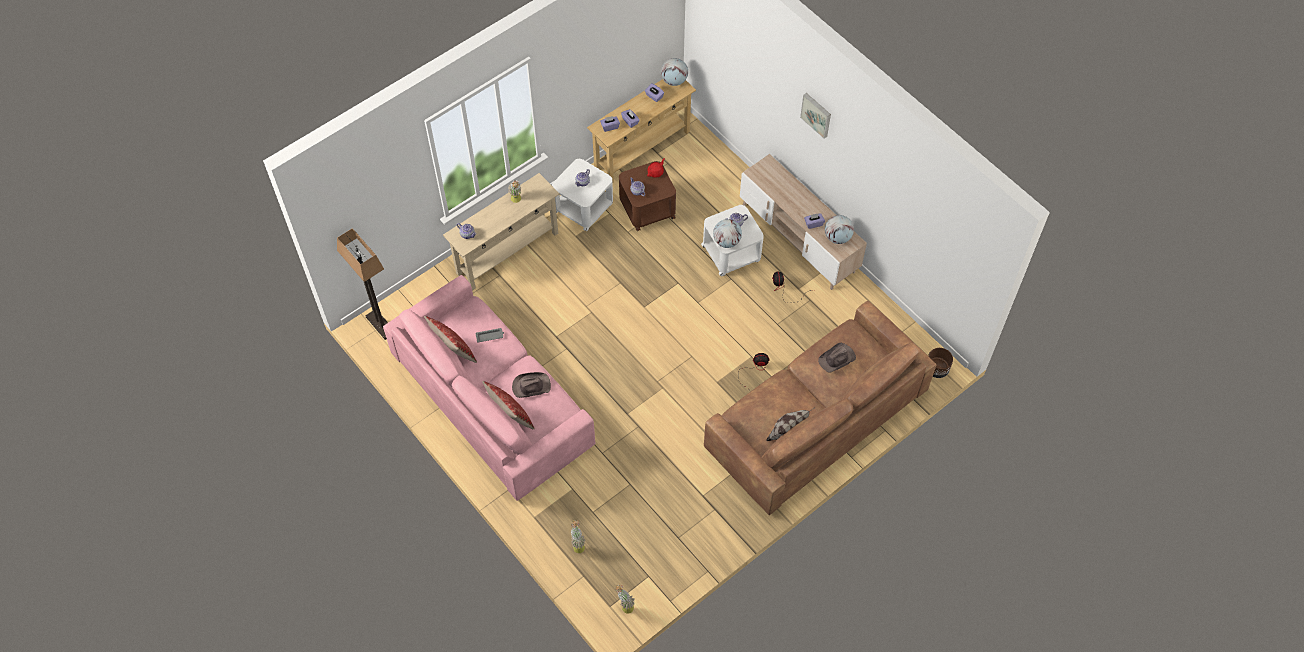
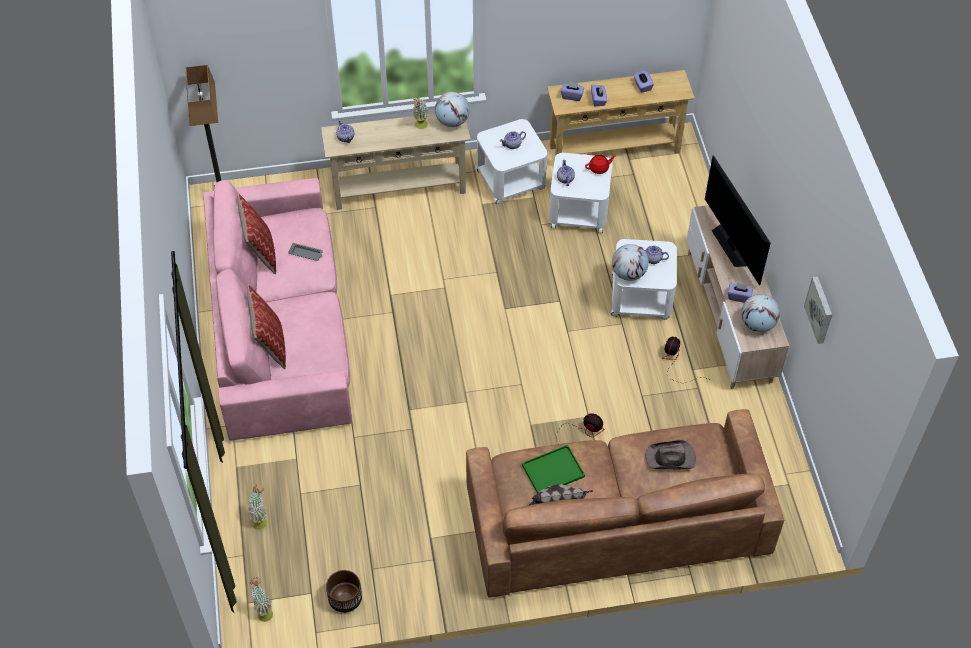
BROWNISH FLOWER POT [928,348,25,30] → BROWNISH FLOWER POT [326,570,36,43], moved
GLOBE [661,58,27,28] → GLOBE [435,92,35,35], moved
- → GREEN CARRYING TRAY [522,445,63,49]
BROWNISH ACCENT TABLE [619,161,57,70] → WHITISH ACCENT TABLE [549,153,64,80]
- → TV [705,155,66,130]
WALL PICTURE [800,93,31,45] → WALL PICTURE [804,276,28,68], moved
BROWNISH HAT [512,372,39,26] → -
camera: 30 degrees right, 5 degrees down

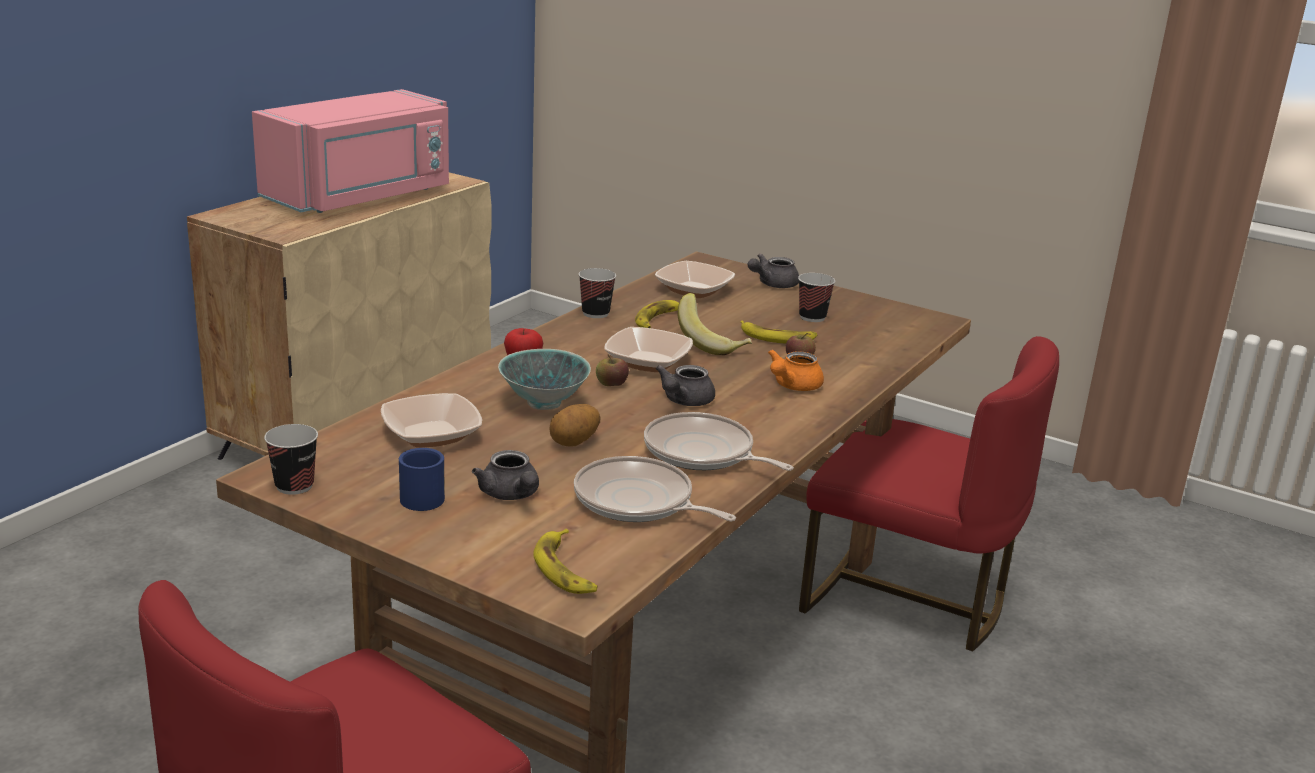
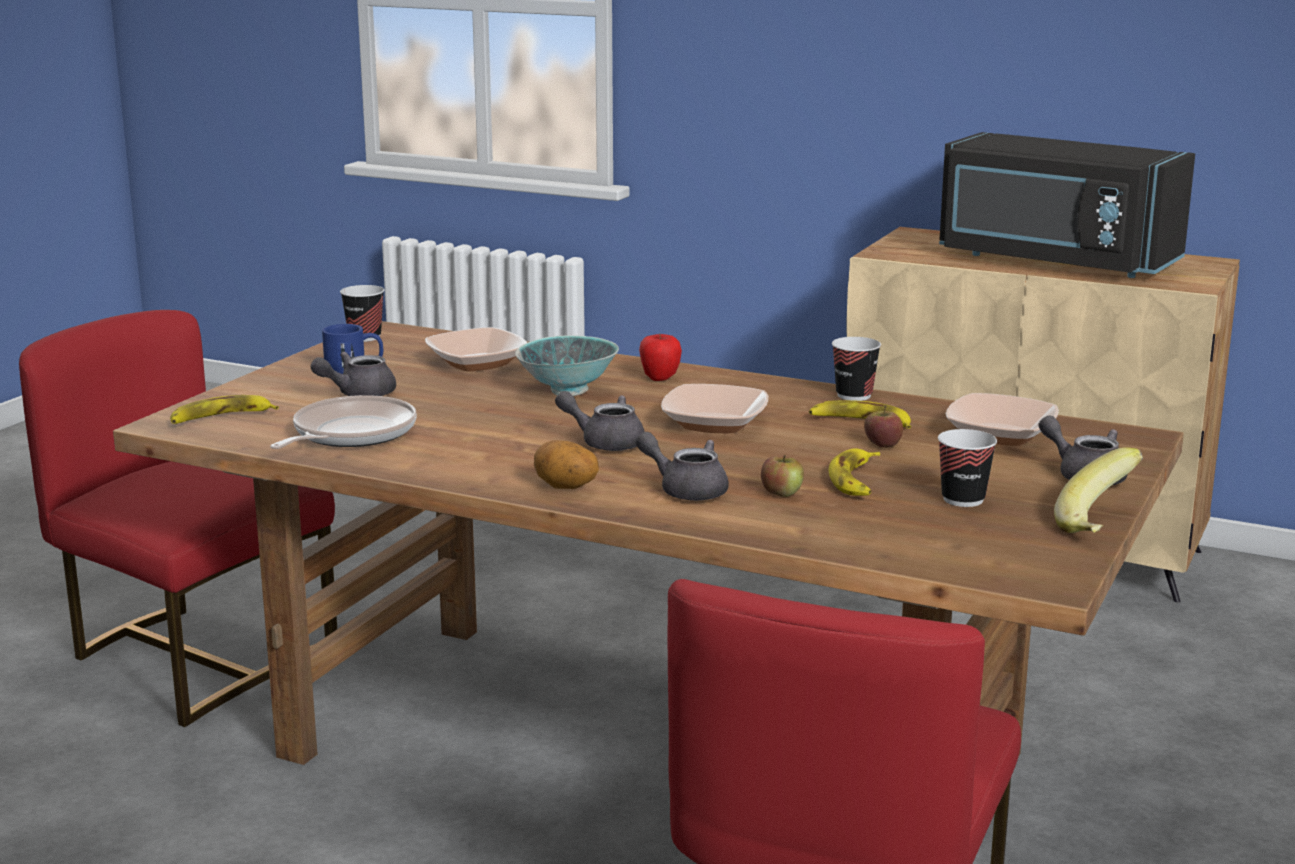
WHOLE POTATO [550,404,50,43] → WHOLE POTATO [534,440,65,49], moved
ORANGEY POT FOR TEA [768,349,56,42] → GREYISH POT FOR TEA [636,432,93,69]
APPLE FRUIT [596,354,33,32] → APPLE FRUIT [864,405,39,43], moved
PINKISH KITCHEN MICROWAVE [252,89,197,124] → BLACK-COLOURED KITCHEN MICROWAVE [939,132,256,146]
WHOLE BANANA [678,293,74,62] → WHOLE BANANA [1054,447,89,86], moved
FRYING PAN [644,412,150,59] → -
camera: 85 degrees right, 5 degrees down

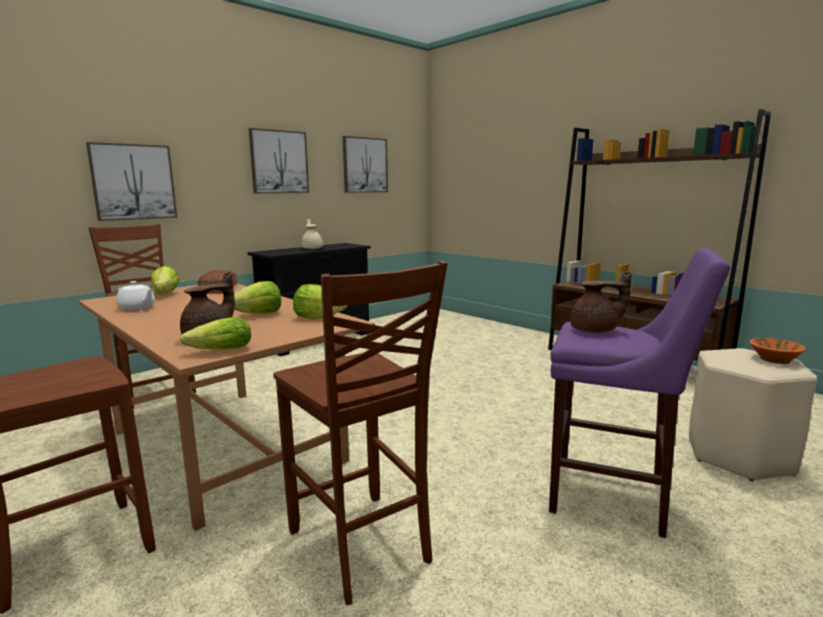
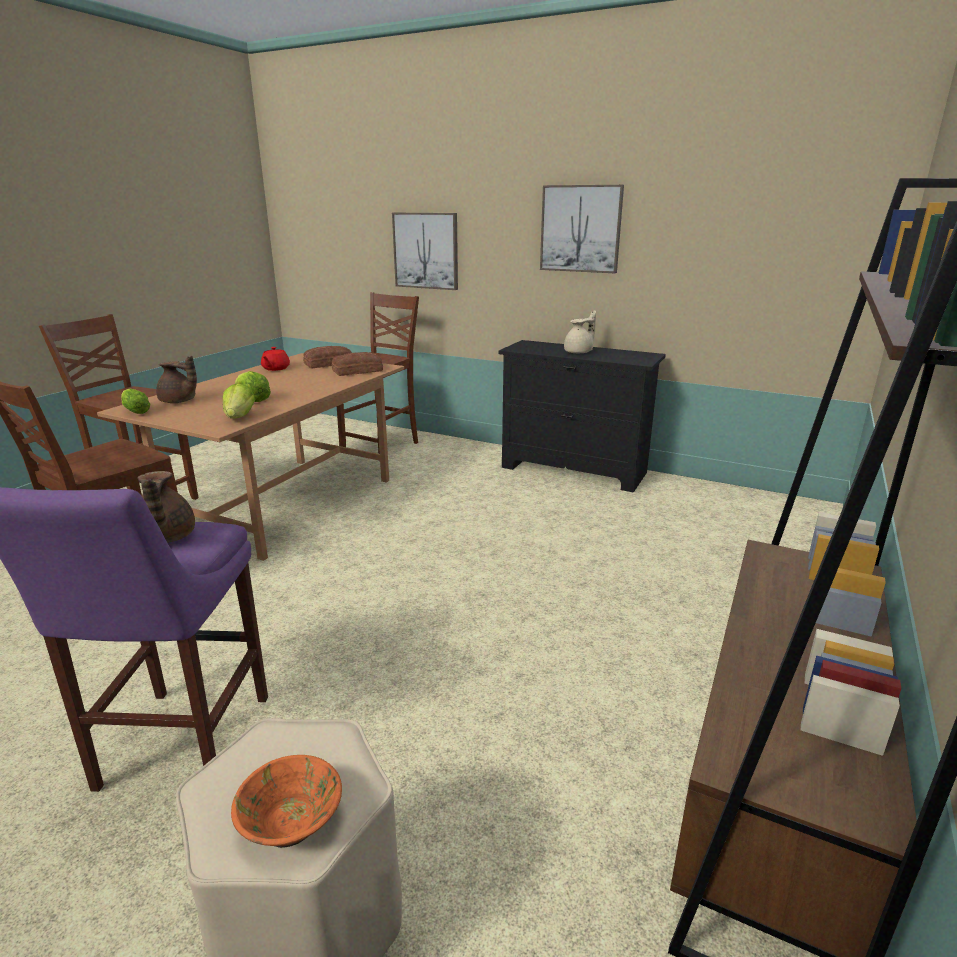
WHITISH POT FOR TEA [116,281,39,29] → REDDISH POT FOR TEA [261,347,29,24]
LETTUCE HEAD [151,266,29,28] → BREAD [303,346,49,23]
WALL PICTURE [343,136,45,57] → -
camera: 70 degrees right, 10 degrees up

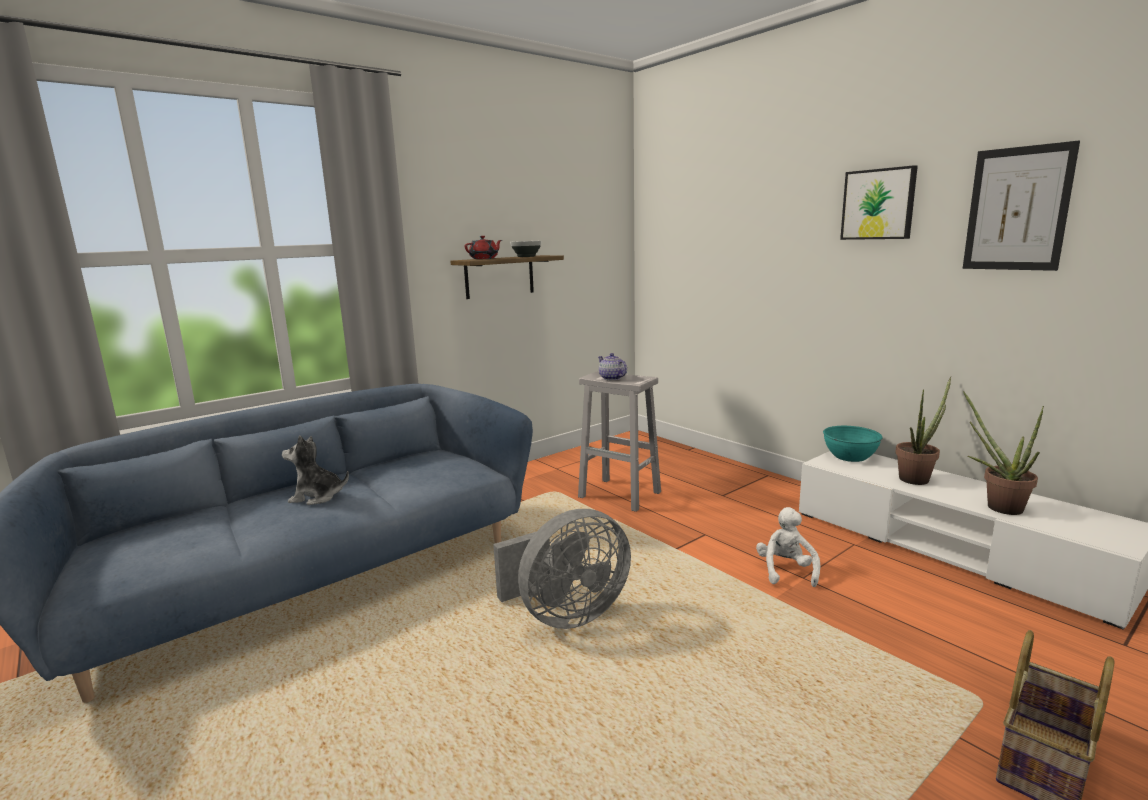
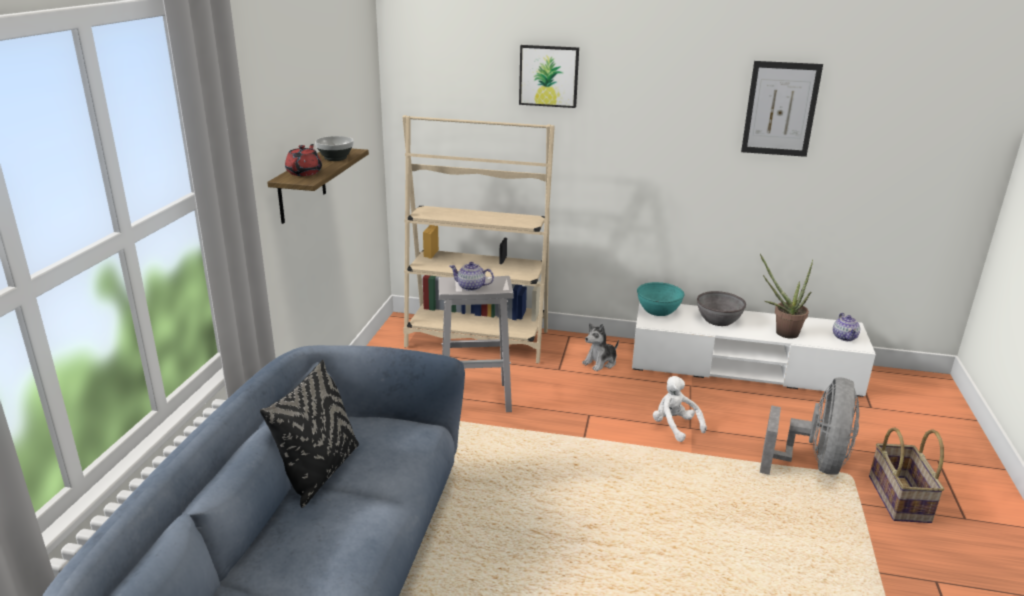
- → BLACK-COLOURED THROW PILLOW [260,360,99,148]
- → SAND-COLOURED BOOKSHELF [403,115,152,248]
WALL PICTURE [840,165,78,75] → WALL PICTURE [519,45,60,63], moved
CUDDLY TOY [282,435,67,70] → CUDDLY TOY [582,323,37,48], moved
POTTED PLANT [895,376,56,109] → GREYISH SERVING BOWL [697,291,49,35]
GREYISH COOLING FAN [493,509,138,120] → GREYISH COOLING FAN [760,377,99,98], moved
- → POT FOR TEA [833,313,27,28]
camera: 40 degrees left, 10 degrees up

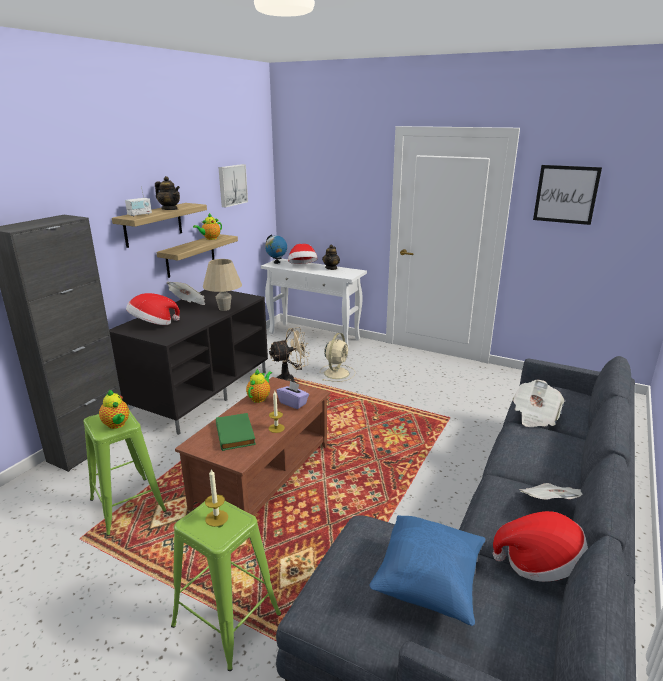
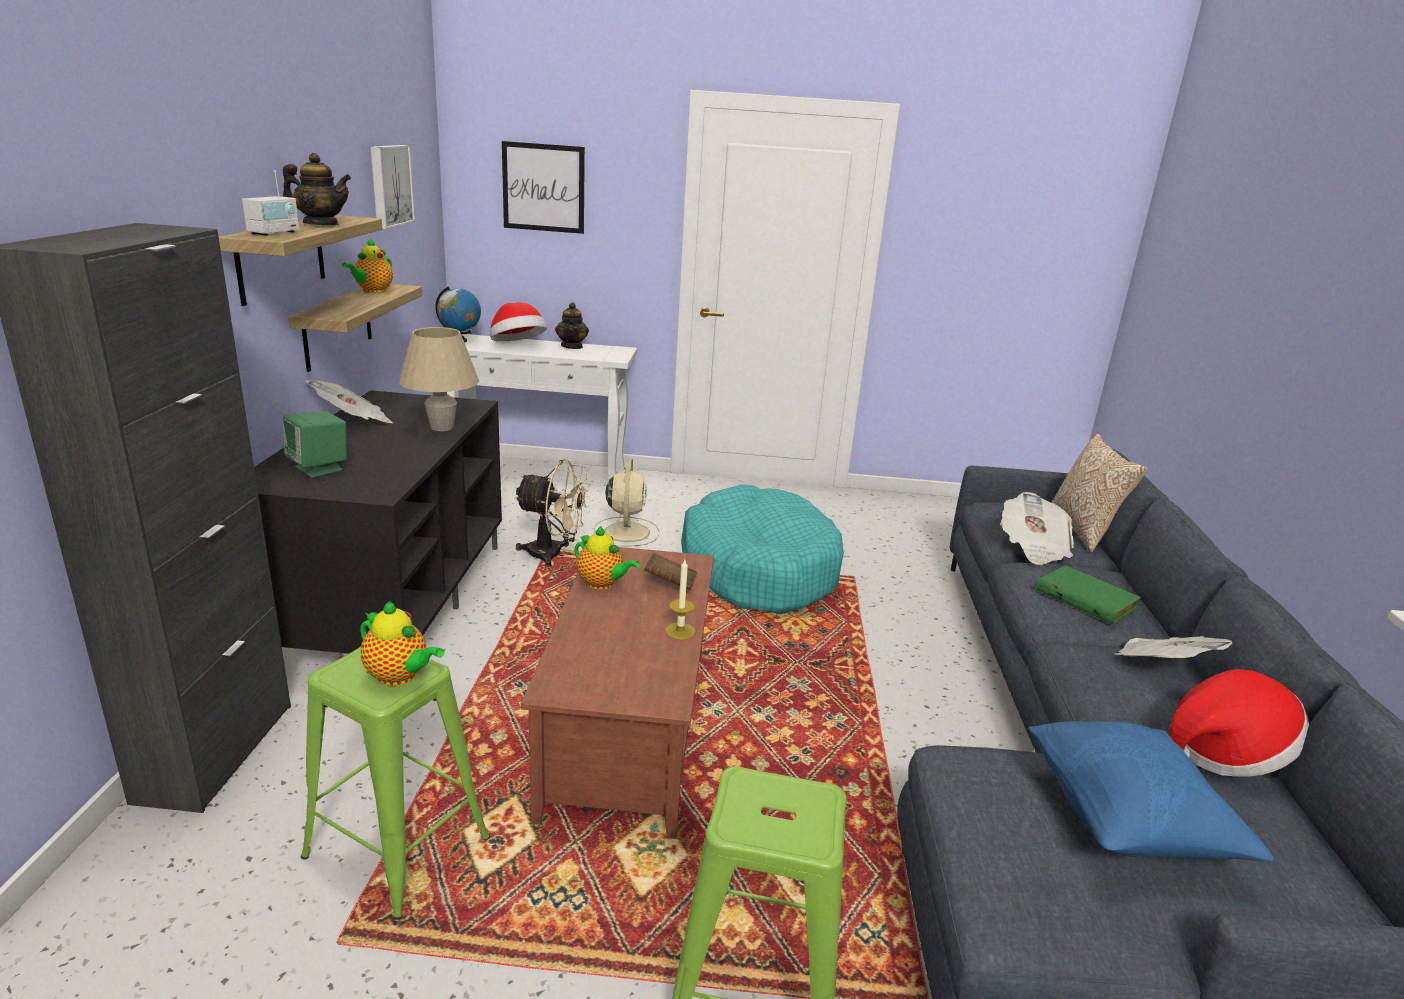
HAT [126,293,54,32] → GREEN AUDIO SPEAKER [283,411,64,67]
WALL PICTURE [533,165,69,60] → WALL PICTURE [502,141,83,93], moved
SAND-COLOURED COOLING FAN [269,327,41,56] → SAND-COLOURED COOLING FAN [514,459,77,108], 60 degrees clockwise
POT FOR TEA [246,369,26,34] → POT FOR TEA [574,526,66,64], 120 degrees clockwise
PURPLE-COLOURED BOX OF TISSUES [277,381,32,28] → BROWNISH BOOK [644,553,54,37]
- → BLUE-GREEN DOG CUSHION [681,485,163,129]
GREEN BOOK [216,413,40,38] → GREEN BOOK [1037,565,104,59], moved
- → THROW PILLOW [1051,434,96,118]
WAX CANDLE [205,469,23,58] → -
camera: 25 degrees left, 0 degrees up

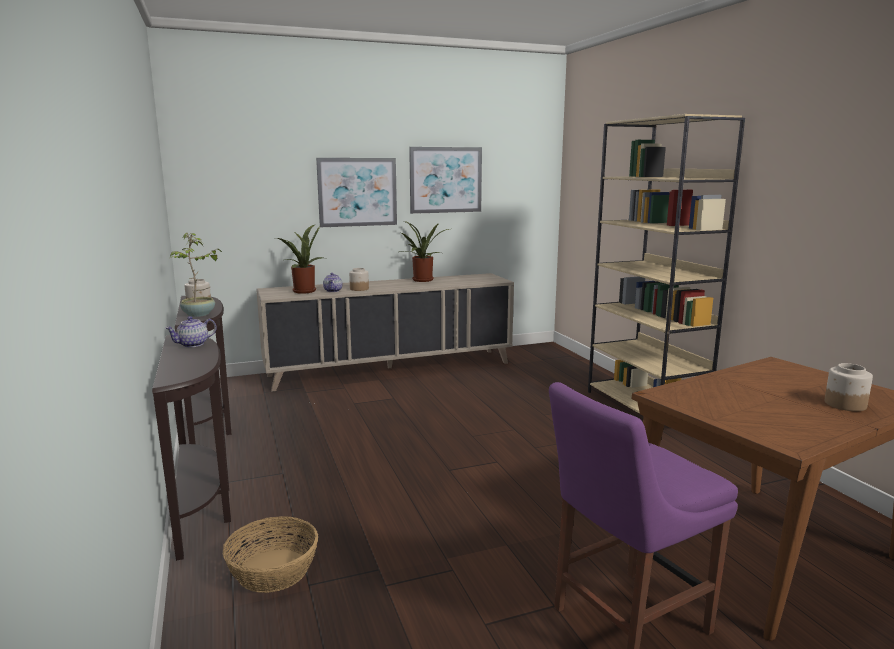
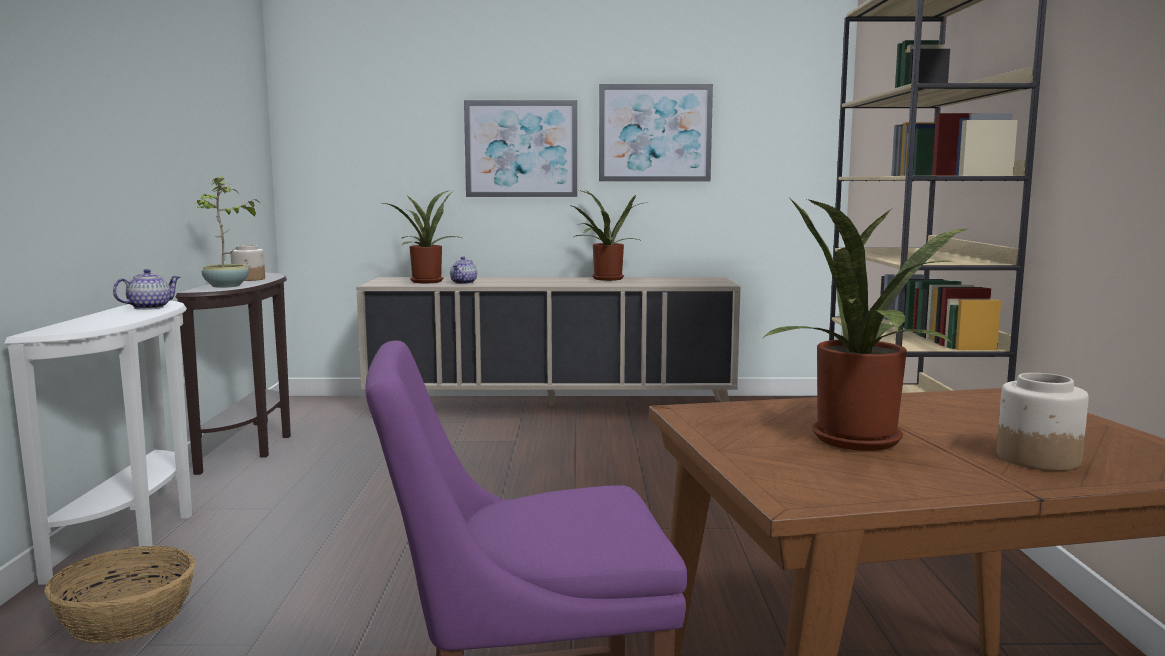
BROWNISH HALL TABLE [152,335,79,226] → WHITISH HALL TABLE [4,301,188,284]
POT FOR TEA [165,316,52,31] → POT FOR TEA [113,269,67,41], 150 degrees clockwise
- → POTTED PLANT [761,198,210,253]
PRESERVE JAR [349,268,20,23] → -
camera: 20 degrees right, 5 degrees down

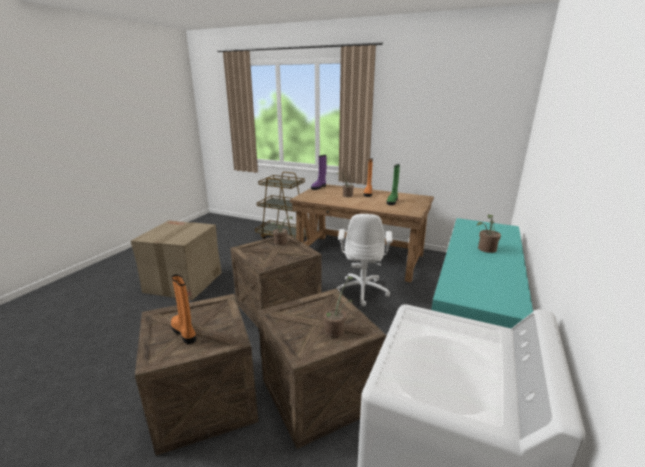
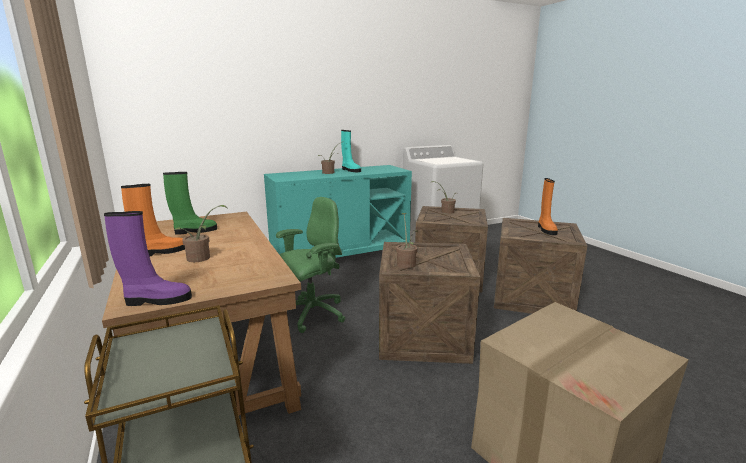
WHITISH OFFICE CHAIR [336,214,56,92] → GREEN OFFICE CHAIR [276,197,69,136]
- → BLUE-GREEN HIGH-TOP BOOT [341,130,20,42]
camera: 140 degrees left, 5 degrees down

